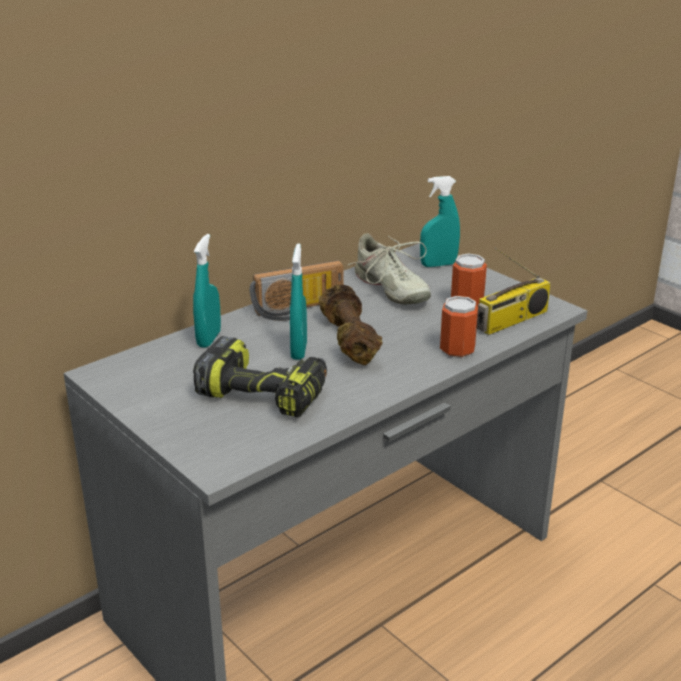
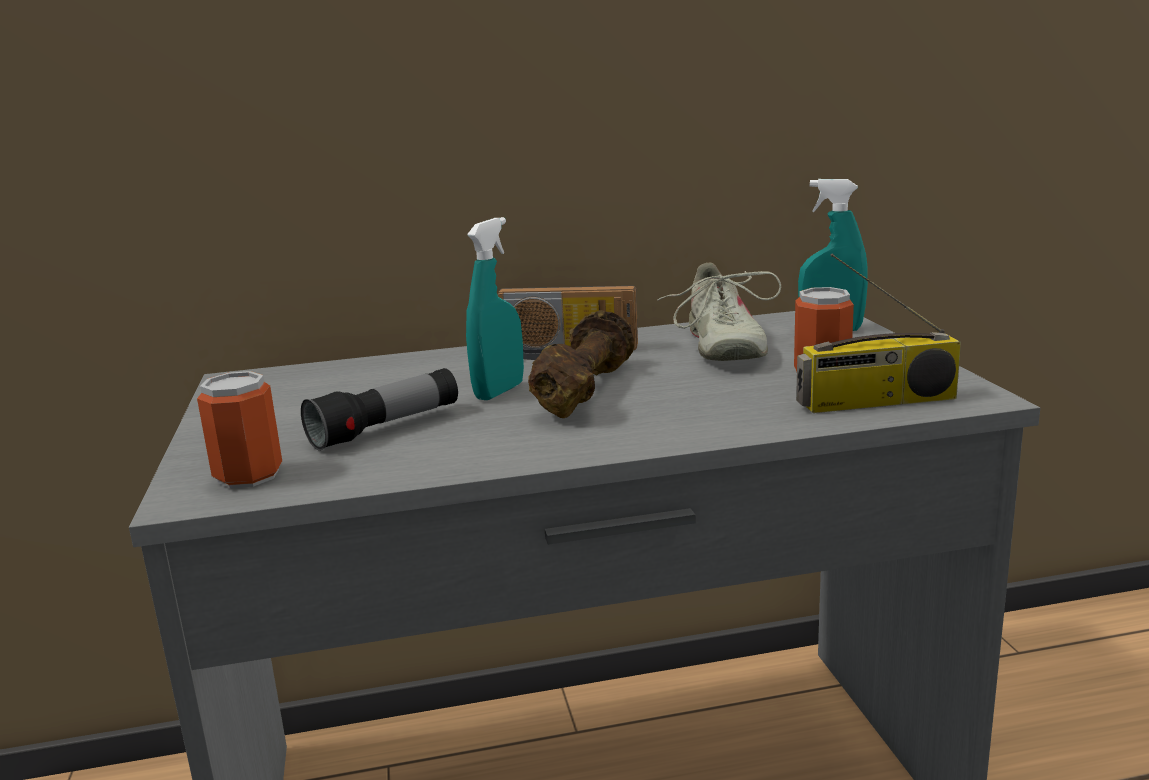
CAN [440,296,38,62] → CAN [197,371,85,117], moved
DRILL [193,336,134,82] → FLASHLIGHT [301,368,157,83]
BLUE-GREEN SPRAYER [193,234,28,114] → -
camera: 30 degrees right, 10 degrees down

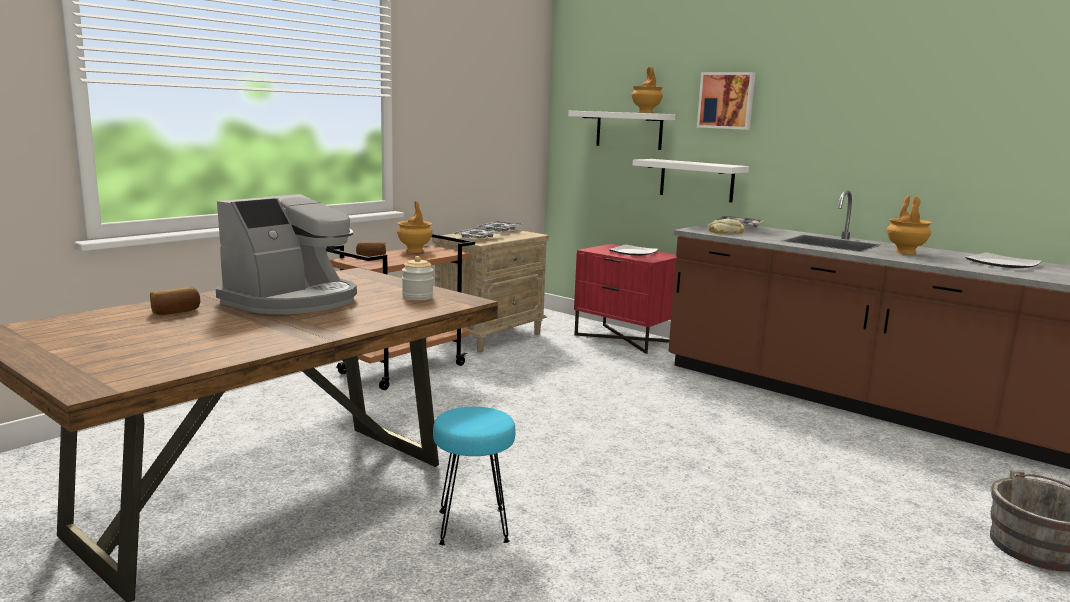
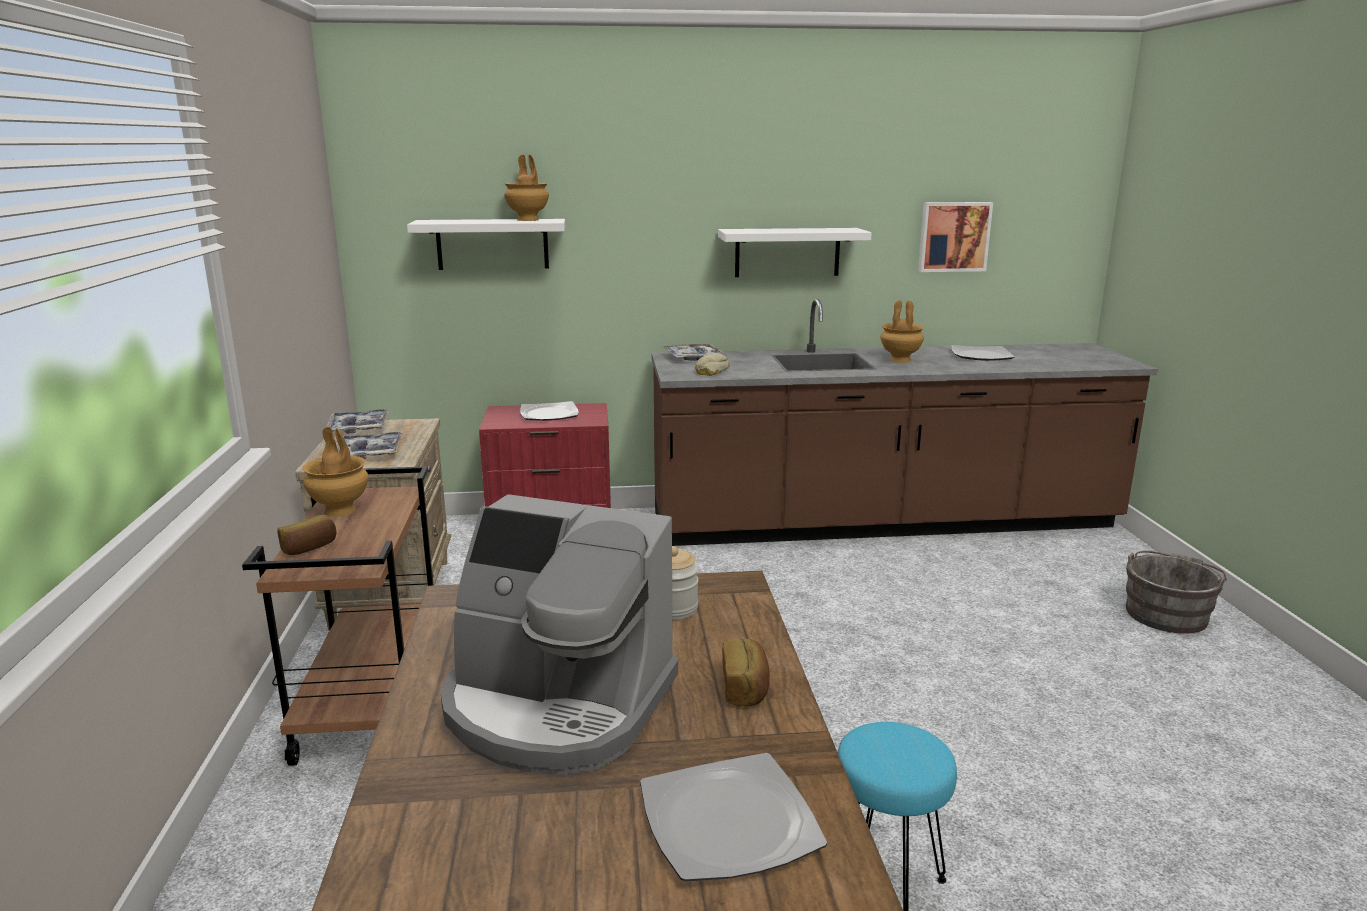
COFFEE BREWER [216,194,141,121] → COFFEE BREWER [441,494,237,281], 120 degrees clockwise
- → PLATE [640,753,187,128]
WHITISH SHELF [633,159,116,44] → WHITISH SHELF [718,228,154,49], moved
BREAD [150,287,50,28] → BREAD [722,638,48,69], moved
WALL PICTURE [697,72,58,58] → WALL PICTURE [918,202,75,70], moved
camera: 45 degrees left, 5 degrees up

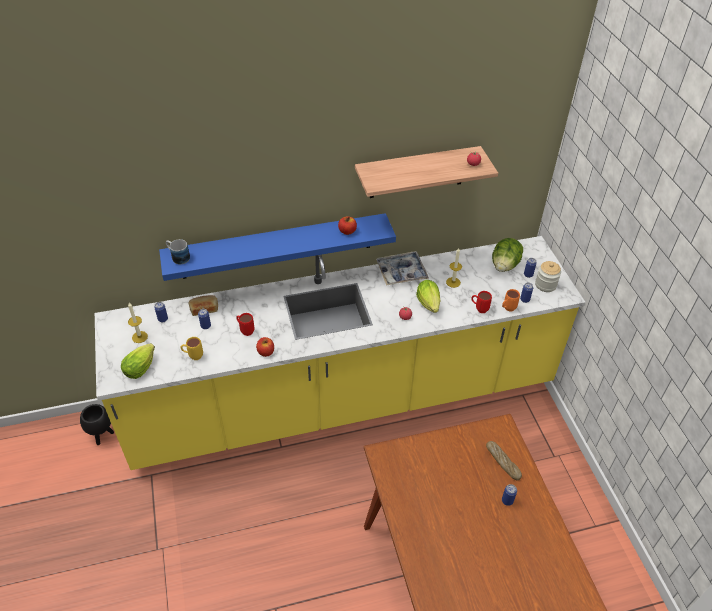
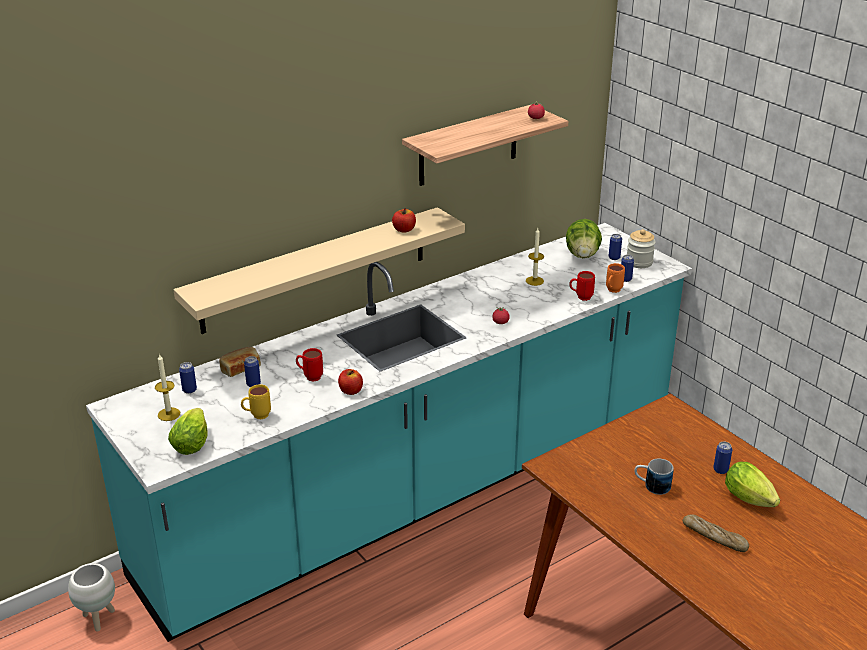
BLACK-COLOURED FLOWER POT [80,404,34,41] → WHITISH FLOWER POT [68,563,47,69]
YELLOW KITCHEN COUNTER [95,236,491,234] → BLUE-GREEN KITCHEN COUNTER [86,223,606,419]
BLUISH SHELF [159,213,237,68] → SAND-COLOURED SHELF [173,207,292,127]
COFFEE MUG [166,239,24,25] → COFFEE MUG [635,459,39,36], moved
BREAD [486,441,36,39] → BREAD [683,514,66,38], moved
LETTUCE HEAD [416,280,25,33] → LETTUCE HEAD [725,462,55,45], moved
CARRYING TRAY [376,251,53,34] → -
camera: 20 degrees left, 15 degrees down

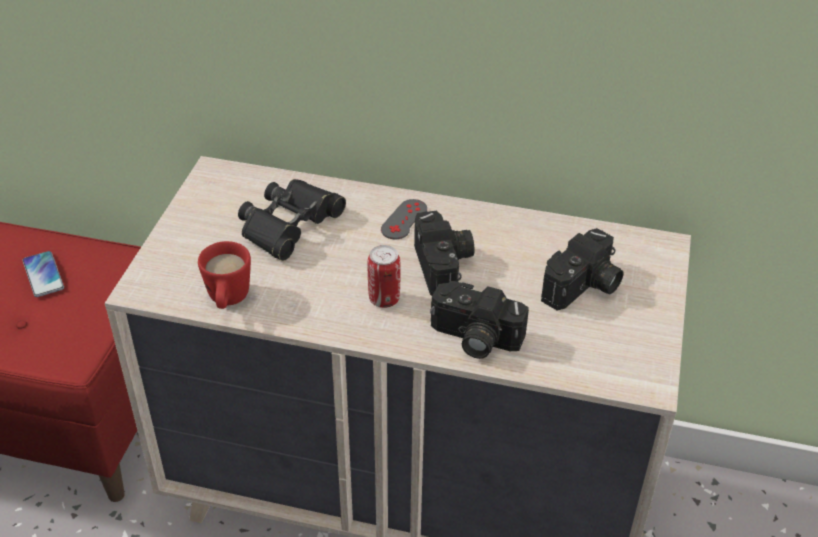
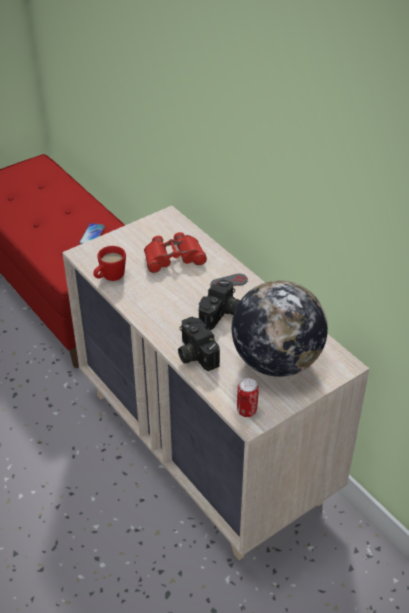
BLACK-COLOURED FIELD GLASSES [238,179,108,82] → REDDISH FIELD GLASSES [144,232,63,41]
PHOTO CAMERA [541,228,83,82] → GLOBE [232,280,96,97]
CAN [368,245,33,63] → CAN [237,378,22,39], moved
camera: 40 degrees right, 0 degrees up

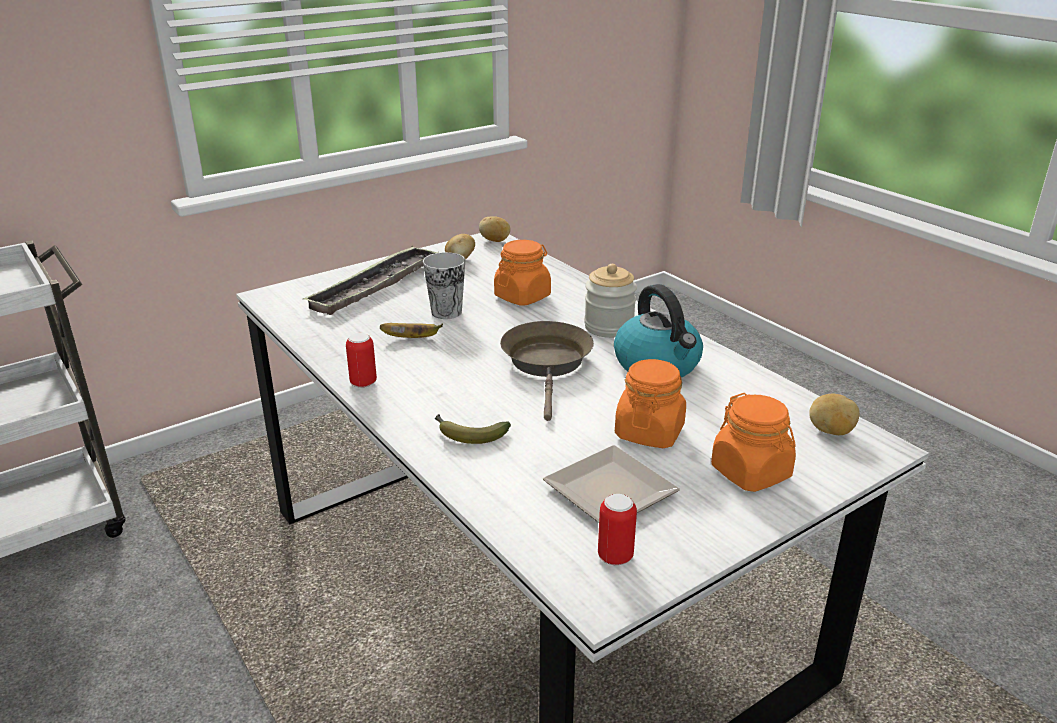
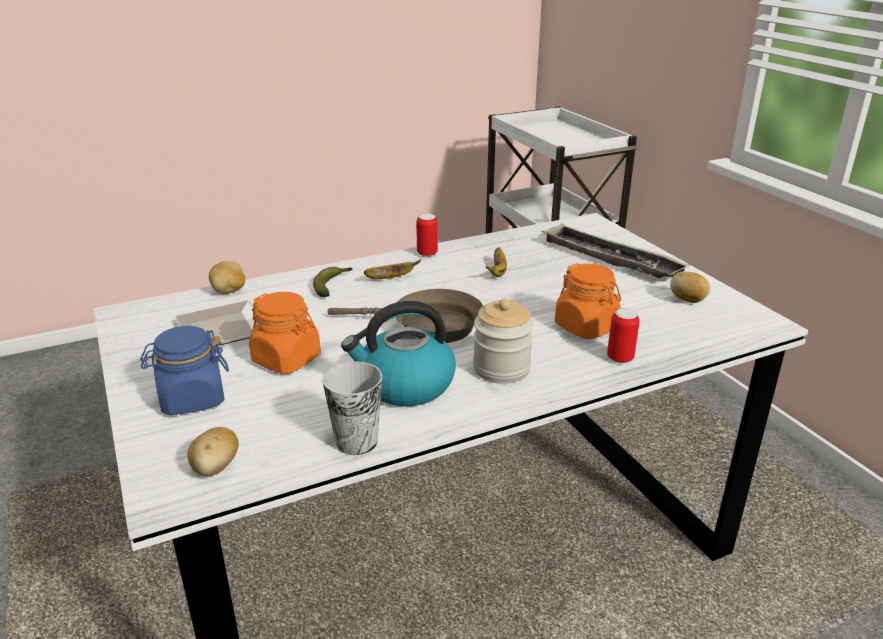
ORANGEY PRESERVE JAR [711,393,85,99] → BLUISH PRESERVE JAR [140,326,89,89]
WHOLE POTATO [479,216,31,26] → WHOLE POTATO [209,261,36,33], moved
SMALL CUP [423,252,42,67] → SMALL CUP [322,362,60,93], moved
- → WHOLE BANANA [364,260,57,19]
CAN [598,494,39,71] → CAN [607,308,33,55], moved
camera: 100 degrees right, 0 degrees up

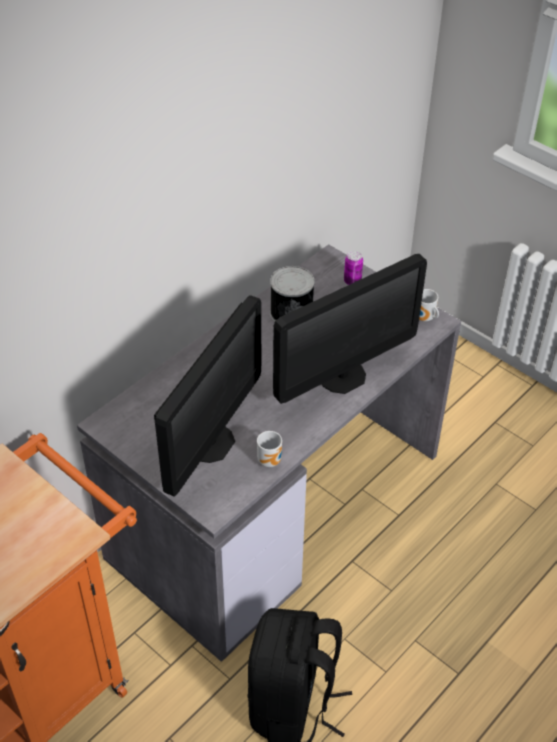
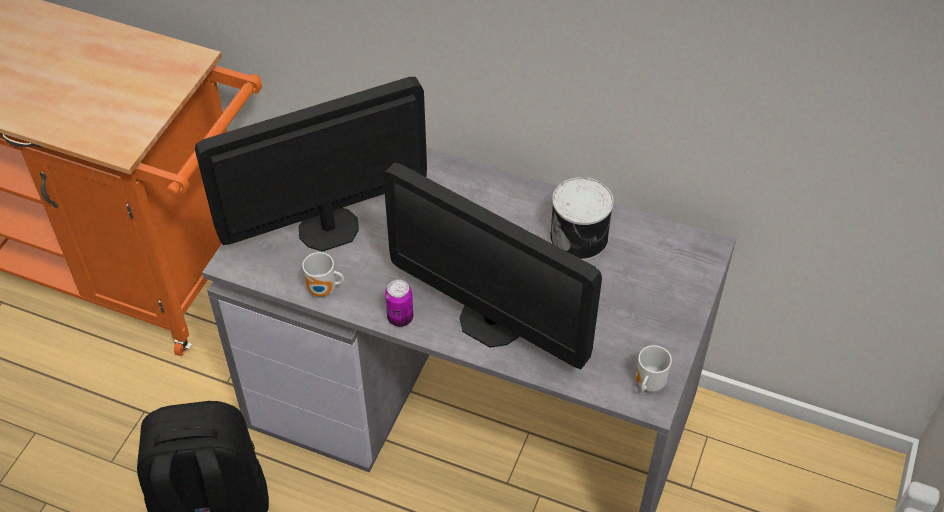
COMPUTER SCREEN [154,295,107,202] → COMPUTER SCREEN [195,77,232,175], 150 degrees clockwise
CAN [344,251,19,34] → CAN [385,280,28,47], moved
camera: 70 degrees right, 5 degrees up

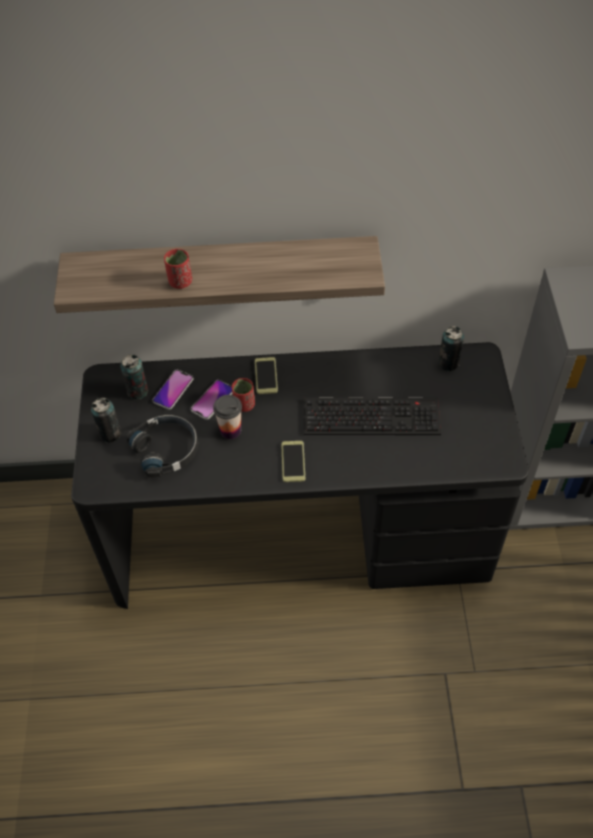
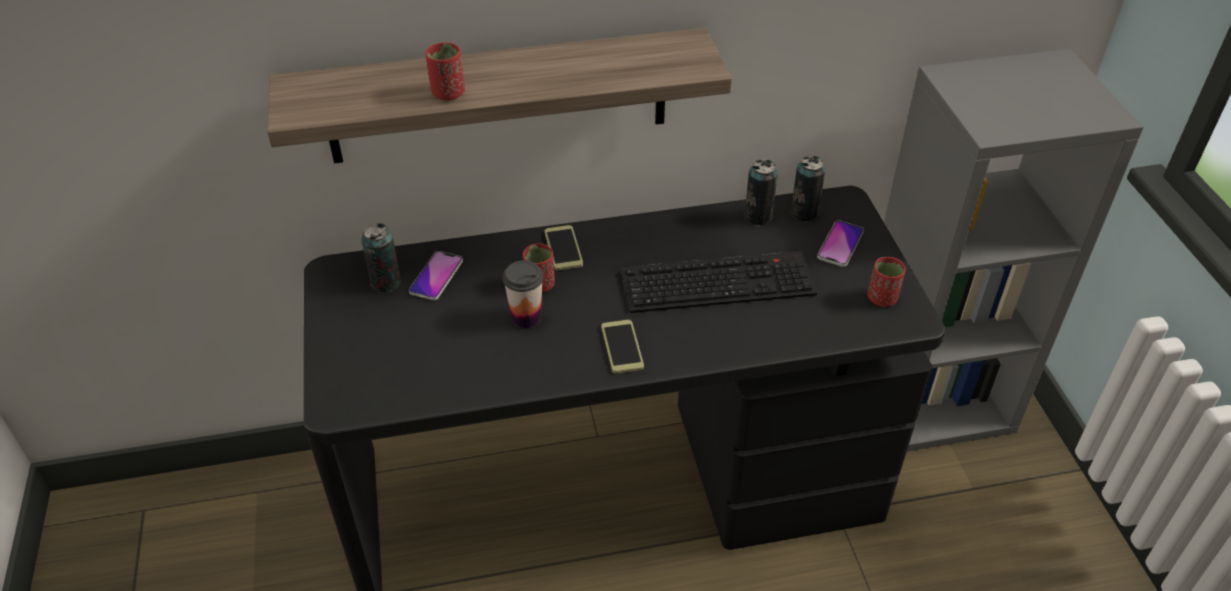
CAN [91,398,30,45] → CAN [744,159,34,67], moved
PHONE [191,380,41,40] → PHONE [817,220,47,47], moved
- → REDDISH SMALL CUP [867,257,39,50]
BLACK-COLOURED HEADSET [127,415,71,62] → -
camera: 10 degrees left, 10 degrees down

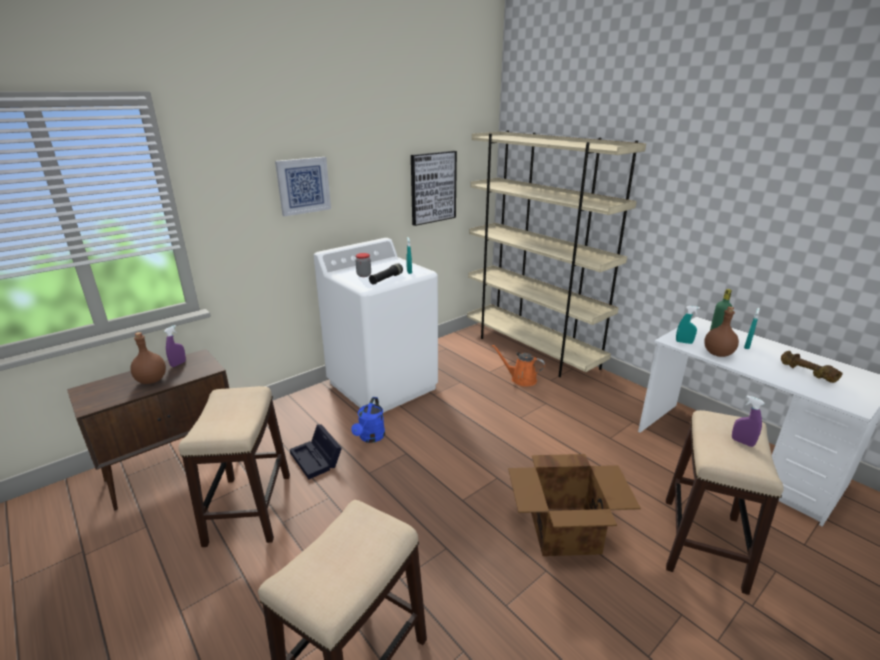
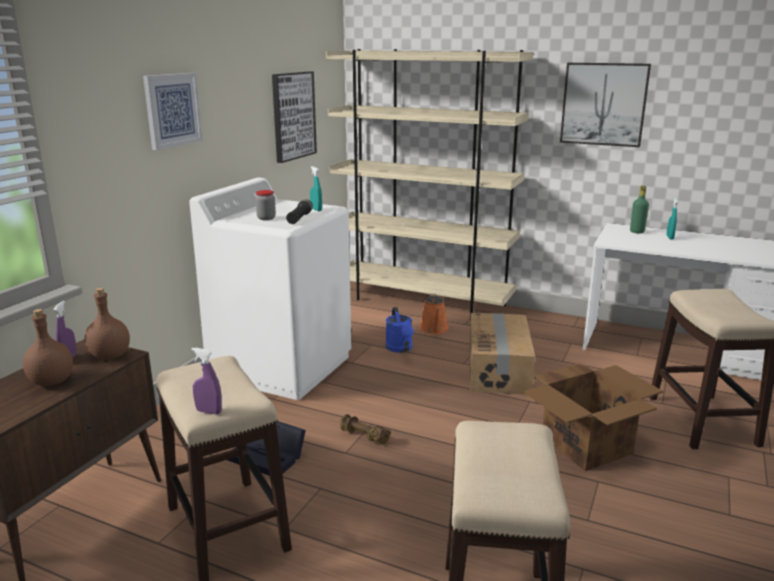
BROWNISH BOTTLE [704,307,35,50] → BROWNISH BOTTLE [85,288,45,72], moved
PURPLE-COLOURED SPRAYER [732,395,33,52] → PURPLE-COLOURED SPRAYER [191,348,31,67], moved
BROWNISH HAND WEIGHT [781,351,61,32] → BROWNISH HAND WEIGHT [340,414,51,30], moved
BLUISH SPRINKLING CAN [351,397,34,46] → BLUISH SPRINKLING CAN [386,307,28,46], moved
ORANGEY SPRINKLING CAN [491,344,54,43] → ORANGEY SPRINKLING CAN [419,293,30,41], 90 degrees counterclockwise
- → CARDBOARD BOX [469,313,66,82]
- → WALL PICTURE [560,63,91,84]
BLUE-GREEN SPRAYER [676,306,24,38] → -
camera: 25 degrees left, 5 degrees down

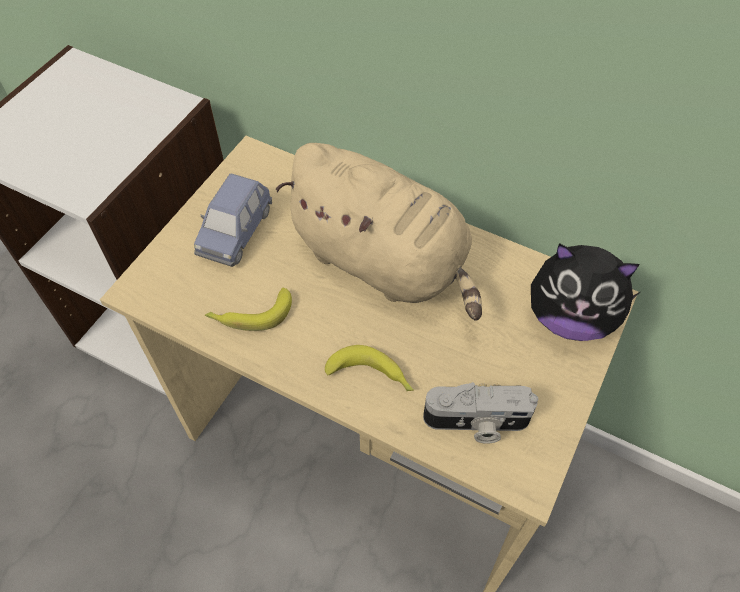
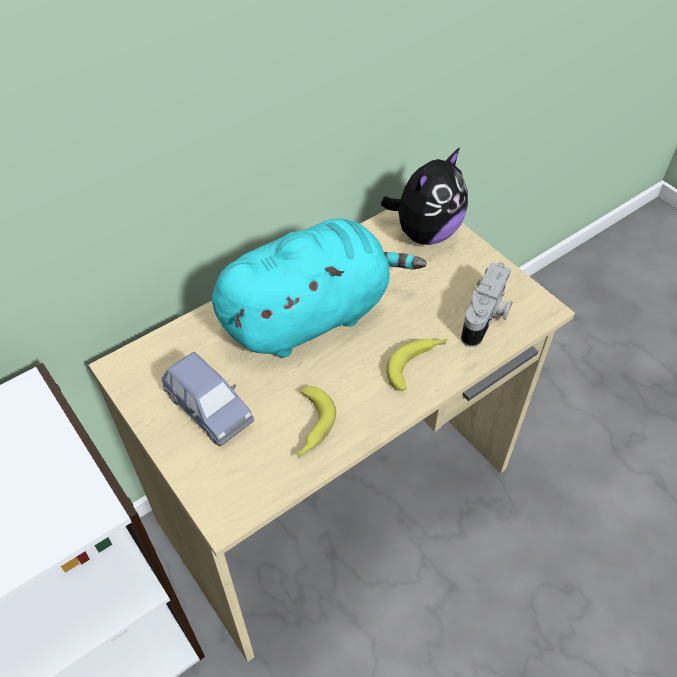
SAND-COLOURED CUDDLY TOY [276,143,206,178] → BLUE-GREEN CUDDLY TOY [212,218,214,140]
camera: 65 degrees left, 5 degrees down

